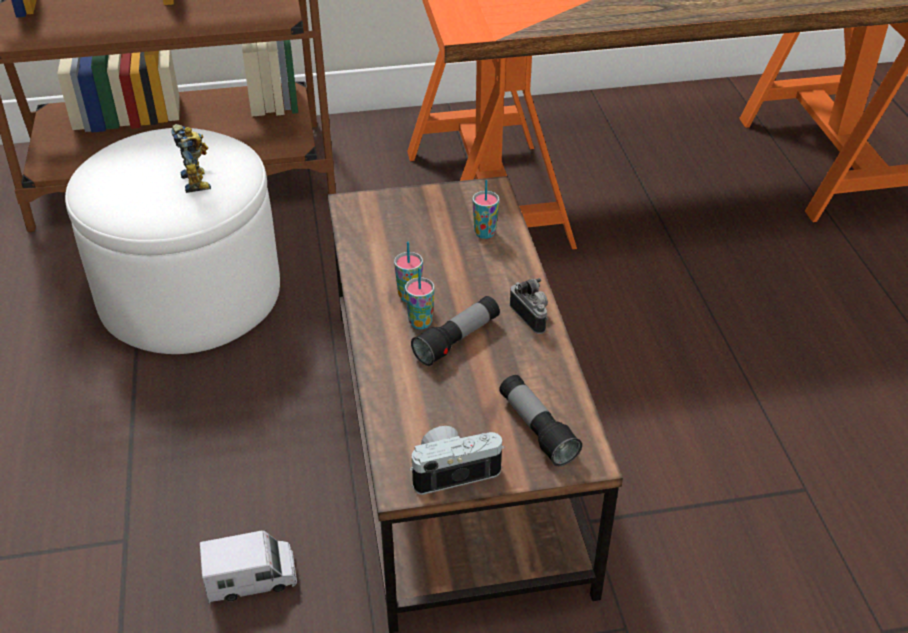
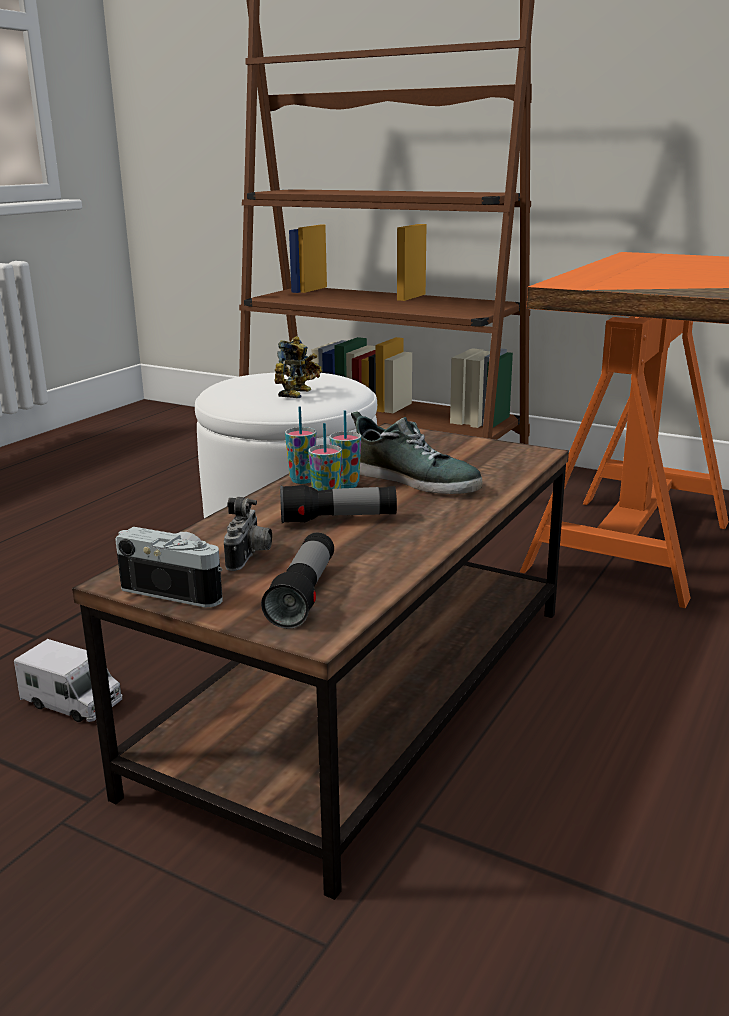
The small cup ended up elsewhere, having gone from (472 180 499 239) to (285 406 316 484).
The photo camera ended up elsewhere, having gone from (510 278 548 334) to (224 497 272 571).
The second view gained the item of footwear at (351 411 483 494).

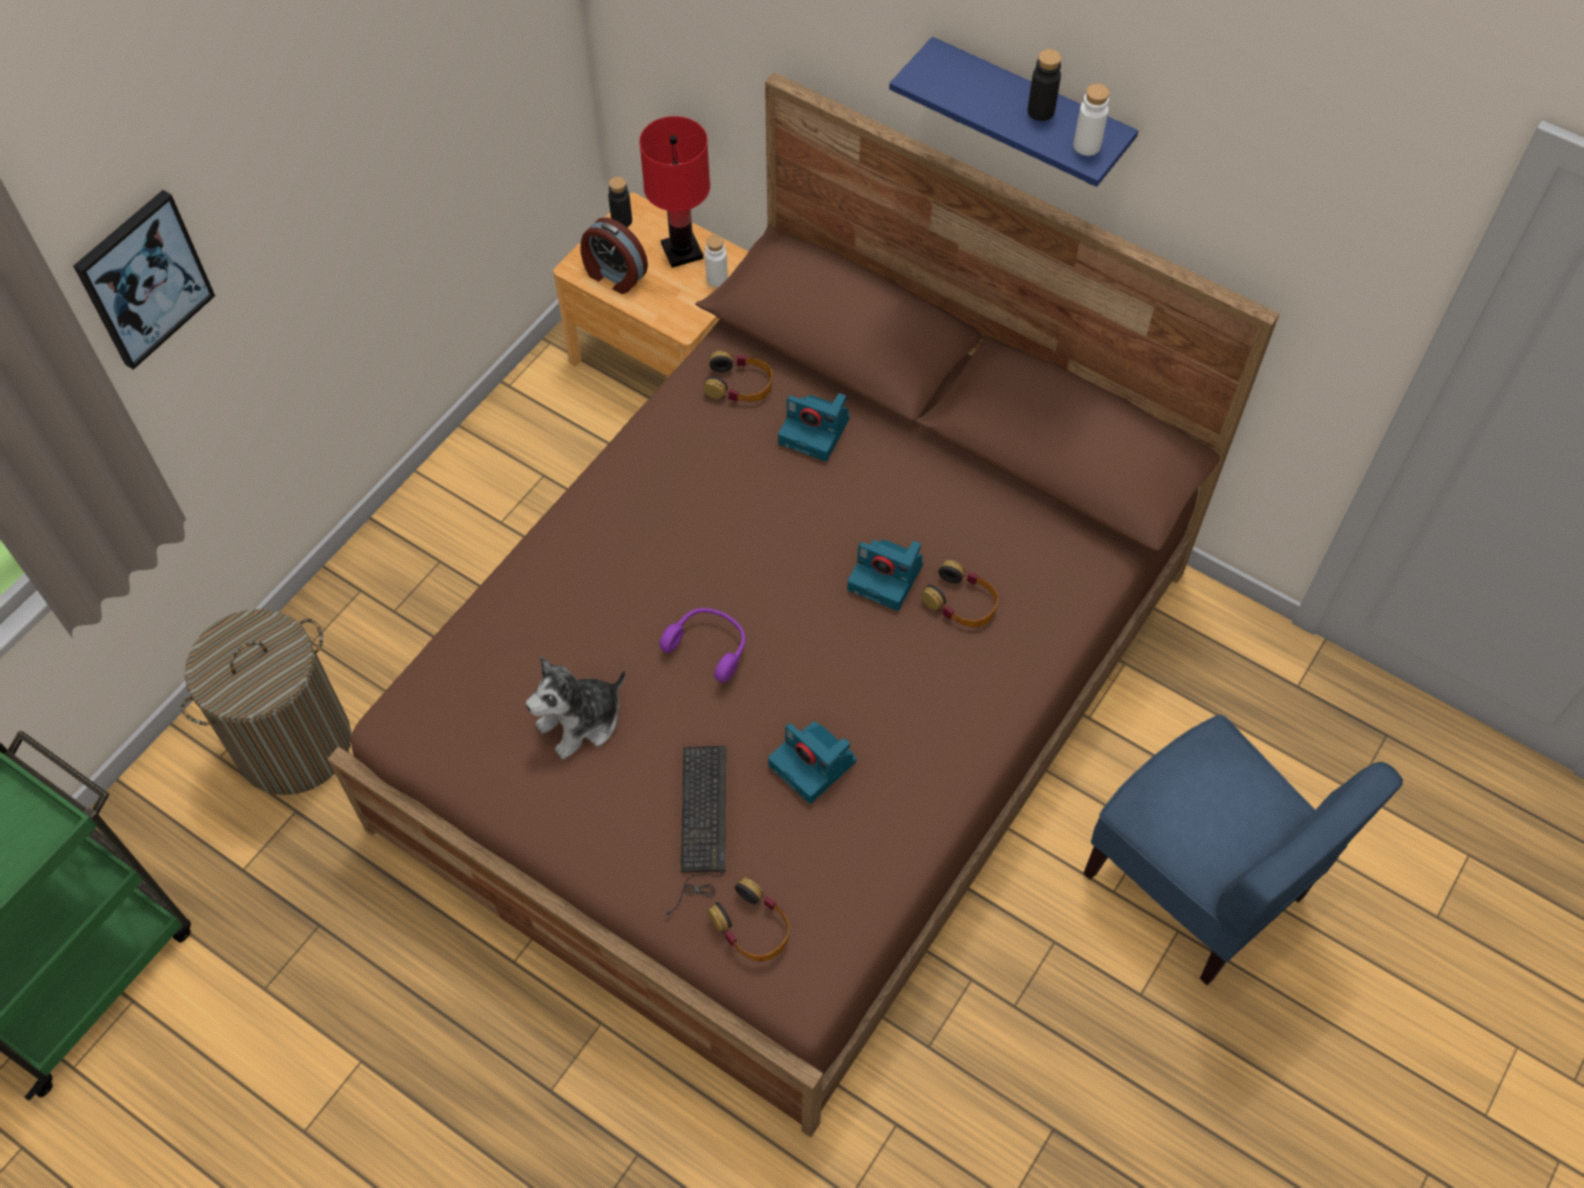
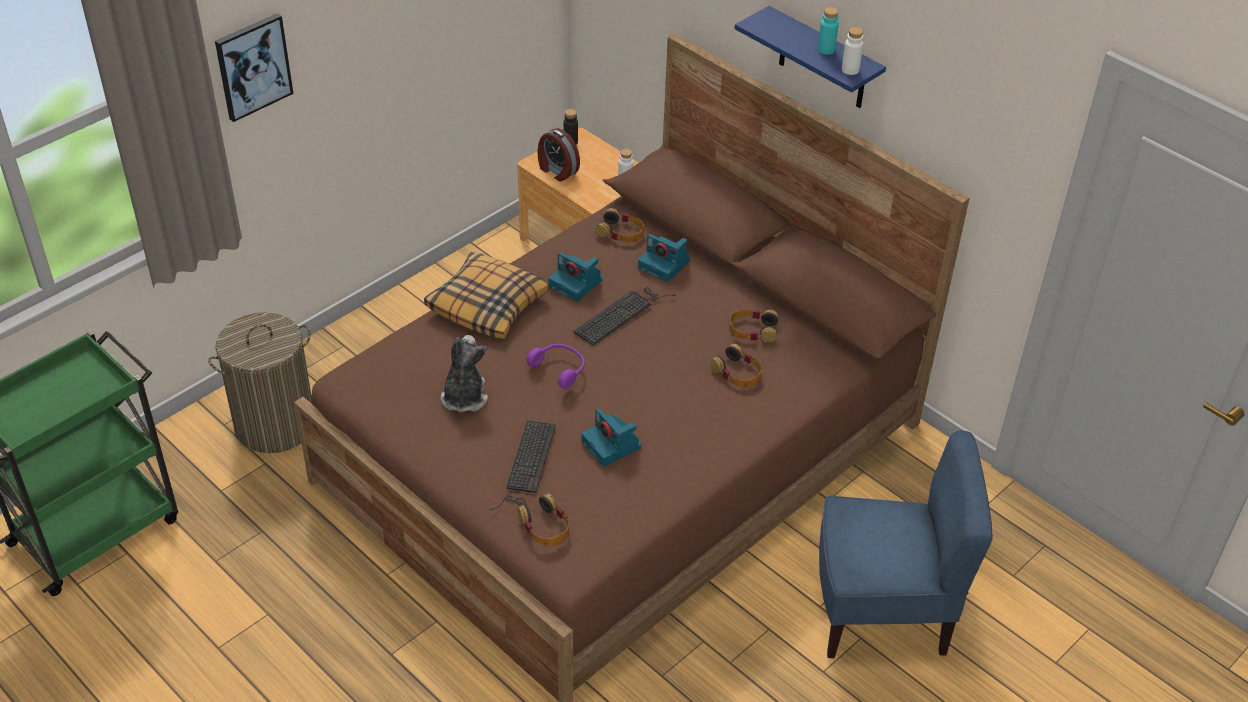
The soft toy at (526 656 626 759) ended up facing another way, 120 degrees clockwise from before.
The second view lost the red-coloured lamp for a table at (639 116 710 268).
The photo camera ended up elsewhere, having gone from (847 539 923 611) to (548 252 602 302).
What was the blackish bottle at (1027 49 1061 121) turned into the turquoise-coloured bottle at (818 7 839 55).
The blue chair at (1084 714 1403 985) ended up facing another way, 60 degrees counterclockwise from before.
The second view gained the cushion at (424 252 549 339).
The second view gained the keyboard at (573 287 676 346).
The second view gained the headset at (730 309 779 343).

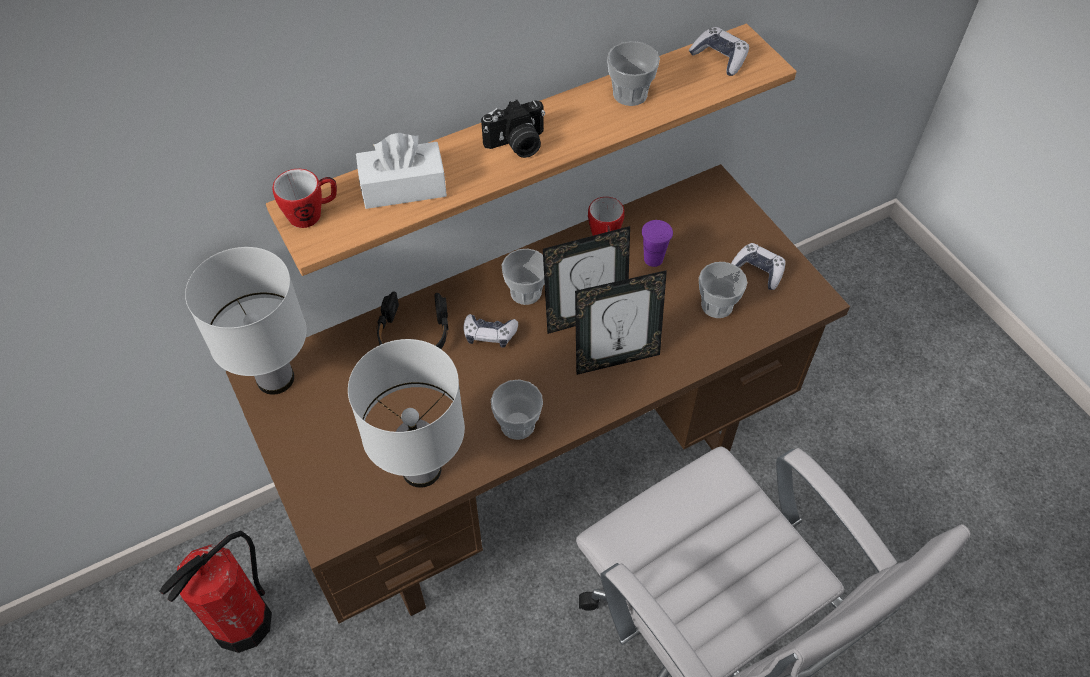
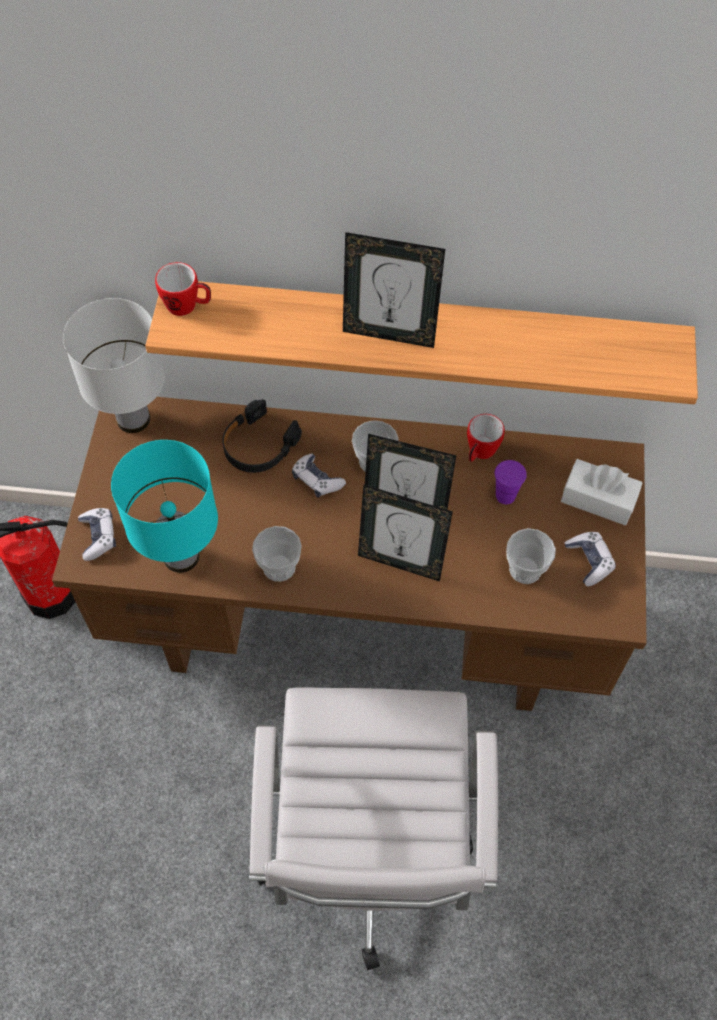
What was the white lamp for a table at (348 339 465 488) turned into the turquoise-coloured lamp for a table at (111 440 218 573).
The white tissue box ended up elsewhere, having gone from (356 133 447 209) to (561 459 643 525).
Where the photo camera stood at (481 100 545 158), the standing frame came to stand at (343 232 445 348).
The second view lost the small cup at (607 41 660 106).
The joypad ended up elsewhere, having gone from (689 27 749 76) to (78 508 116 561).

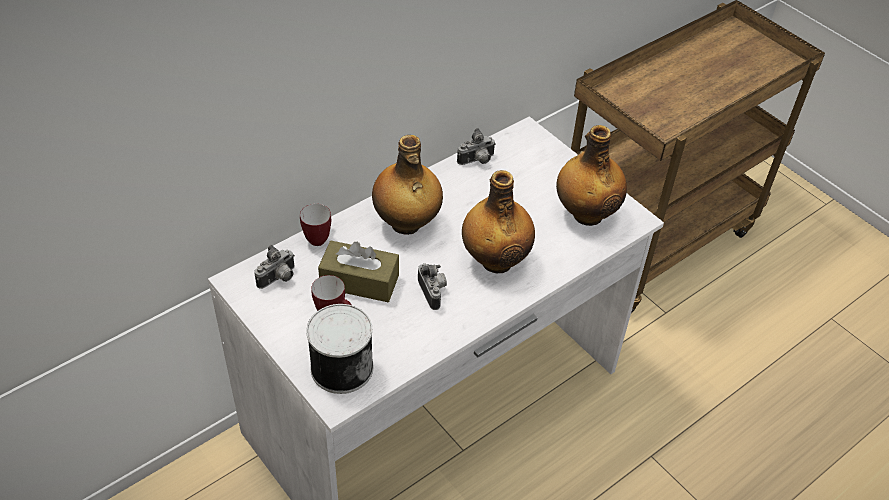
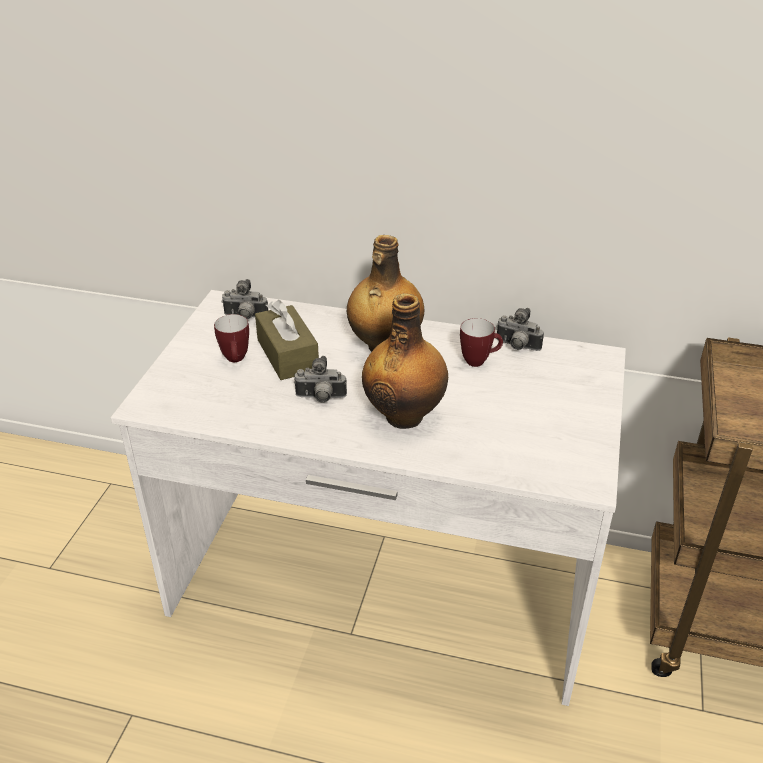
The mug ended up elsewhere, having gone from (300 204 331 246) to (460 318 503 367).
The second view lost the sealed can at (306 304 373 394).
The photo camera at (418 263 447 310) ended up facing another way, 60 degrees clockwise from before.
The second view lost the bottle at (556 125 627 226).

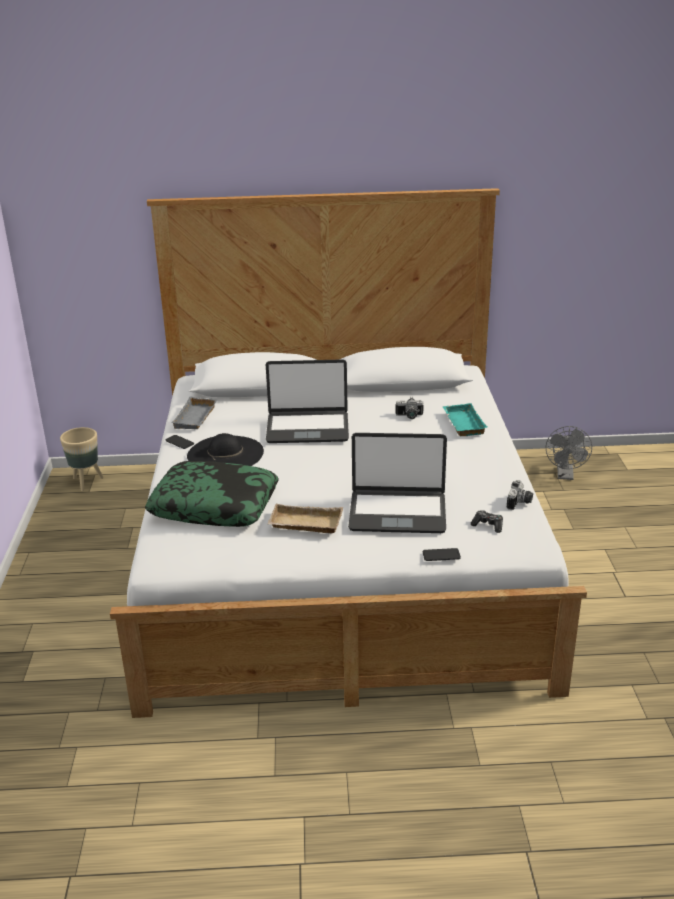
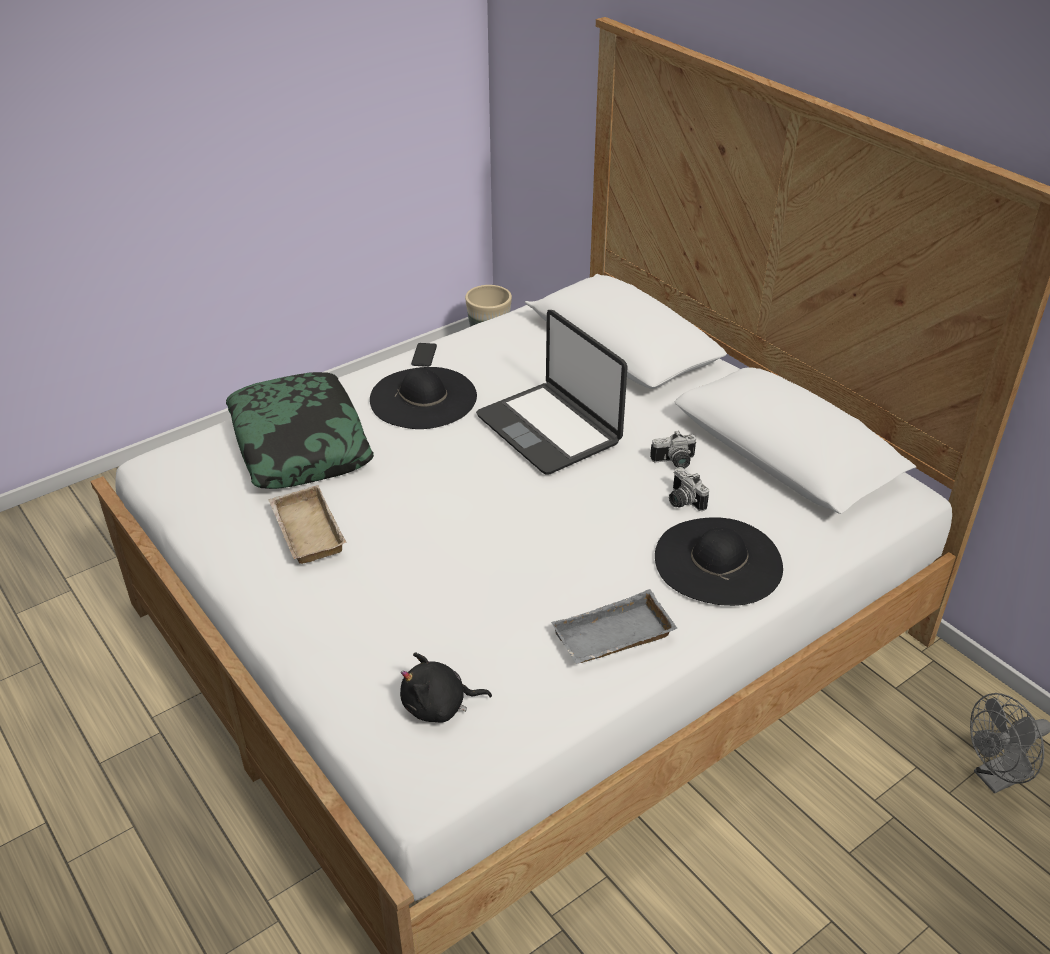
The greyish serving tray ended up elsewhere, having gone from (171 396 218 429) to (551 589 677 664).
The second view lost the portable computer at (348 433 447 533).
The second view lost the telephone at (423 548 461 561).
Where the turquoise-coloured serving tray stood at (443 403 487 436), the blackish clothing hat came to stand at (655 517 783 606).
Where the joypad stood at (471 510 503 533), the blackish soft toy came to stand at (400 652 492 723).
The photo camera ended up elsewhere, having gone from (507 480 533 510) to (650 430 696 469).

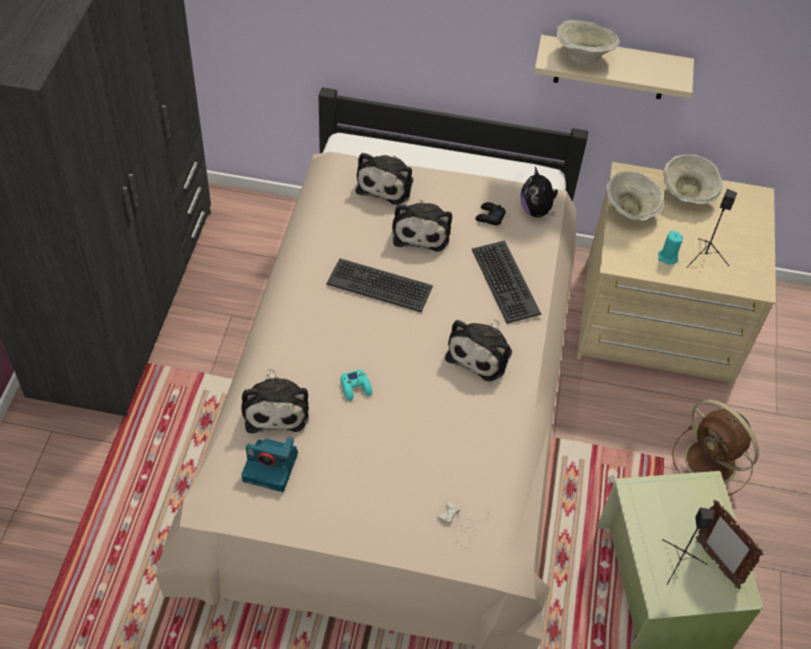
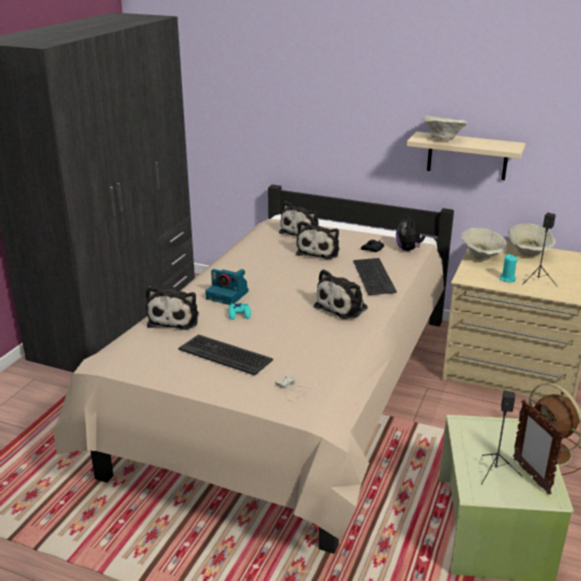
The photo camera ended up elsewhere, having gone from (241 437 298 492) to (206 269 249 305).
The keyboard ended up elsewhere, having gone from (326 258 433 312) to (178 334 273 375).

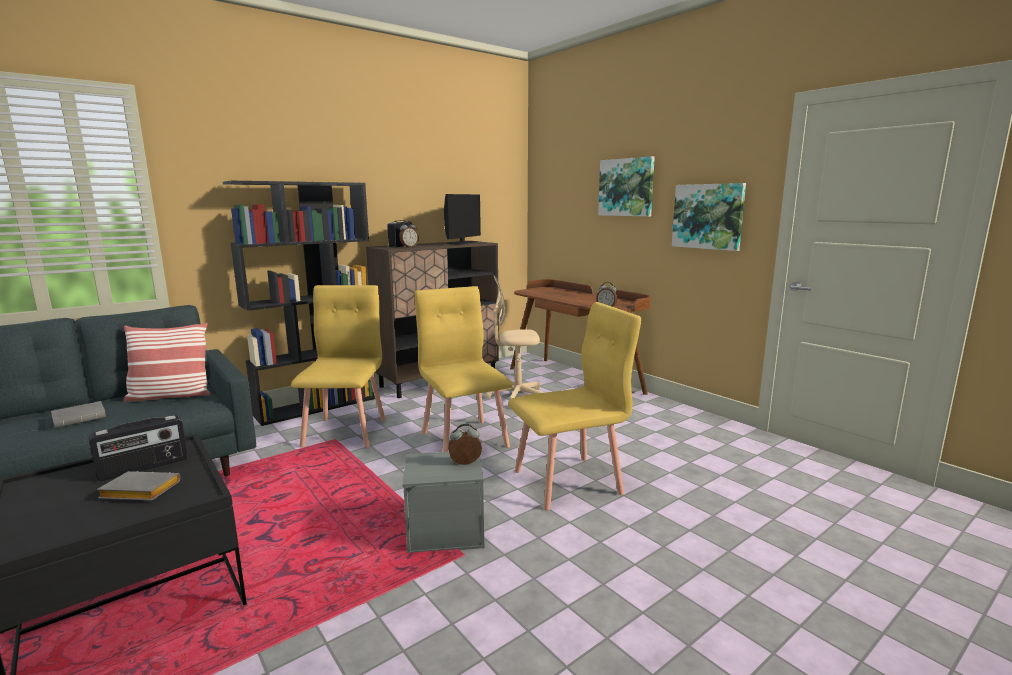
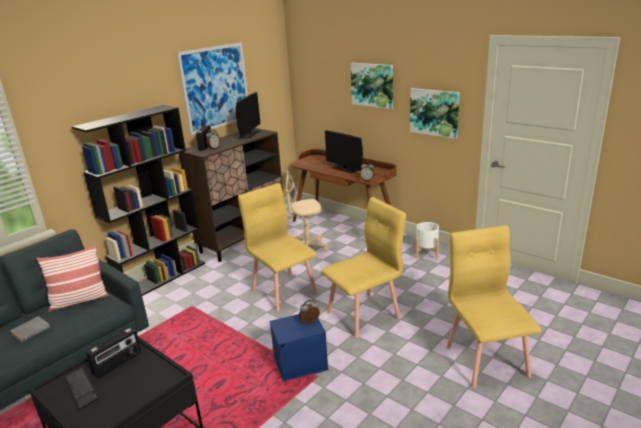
The second view lost the greyish bound book at (97 471 180 501).
The yellow chair ended up elsewhere, having gone from (291 285 386 448) to (446 225 541 388).
What was the greyish storage bin at (402 452 485 553) turned into the blue storage bin at (269 314 328 382).
The second view gained the keyboard at (63 367 99 411).
The second view gained the wall art at (177 42 248 135).
The second view gained the monitor at (325 130 363 174).
The second view gained the white plant pot at (416 222 439 260).

